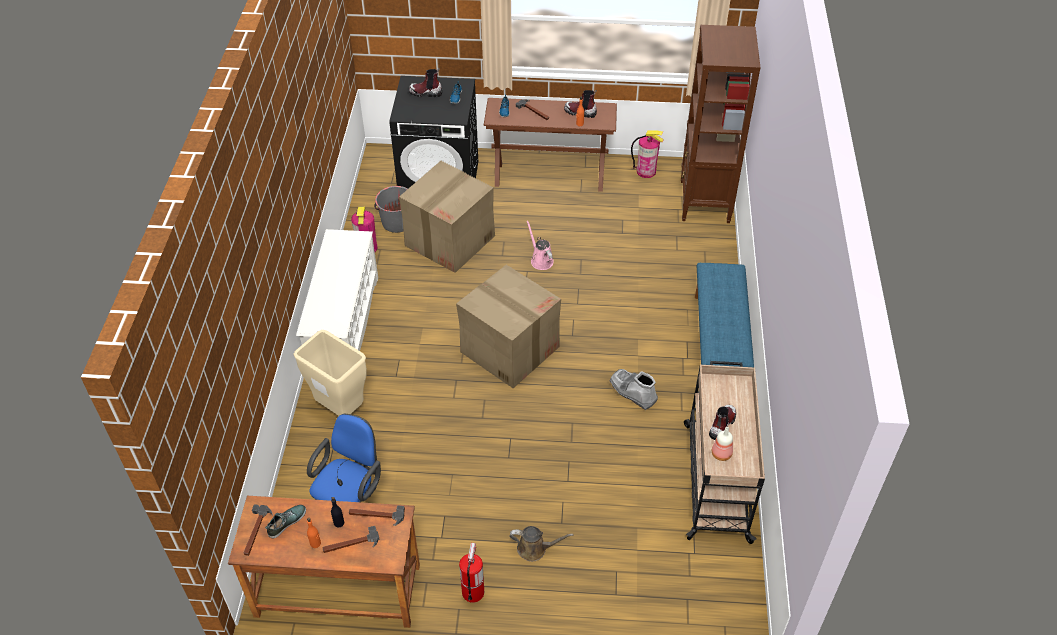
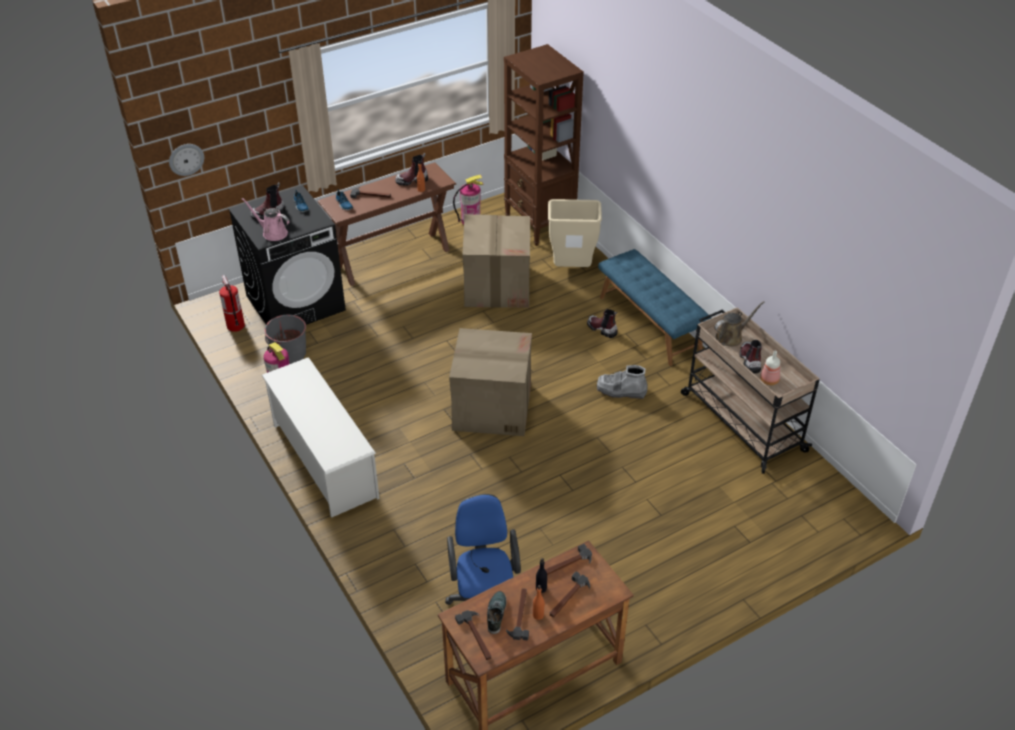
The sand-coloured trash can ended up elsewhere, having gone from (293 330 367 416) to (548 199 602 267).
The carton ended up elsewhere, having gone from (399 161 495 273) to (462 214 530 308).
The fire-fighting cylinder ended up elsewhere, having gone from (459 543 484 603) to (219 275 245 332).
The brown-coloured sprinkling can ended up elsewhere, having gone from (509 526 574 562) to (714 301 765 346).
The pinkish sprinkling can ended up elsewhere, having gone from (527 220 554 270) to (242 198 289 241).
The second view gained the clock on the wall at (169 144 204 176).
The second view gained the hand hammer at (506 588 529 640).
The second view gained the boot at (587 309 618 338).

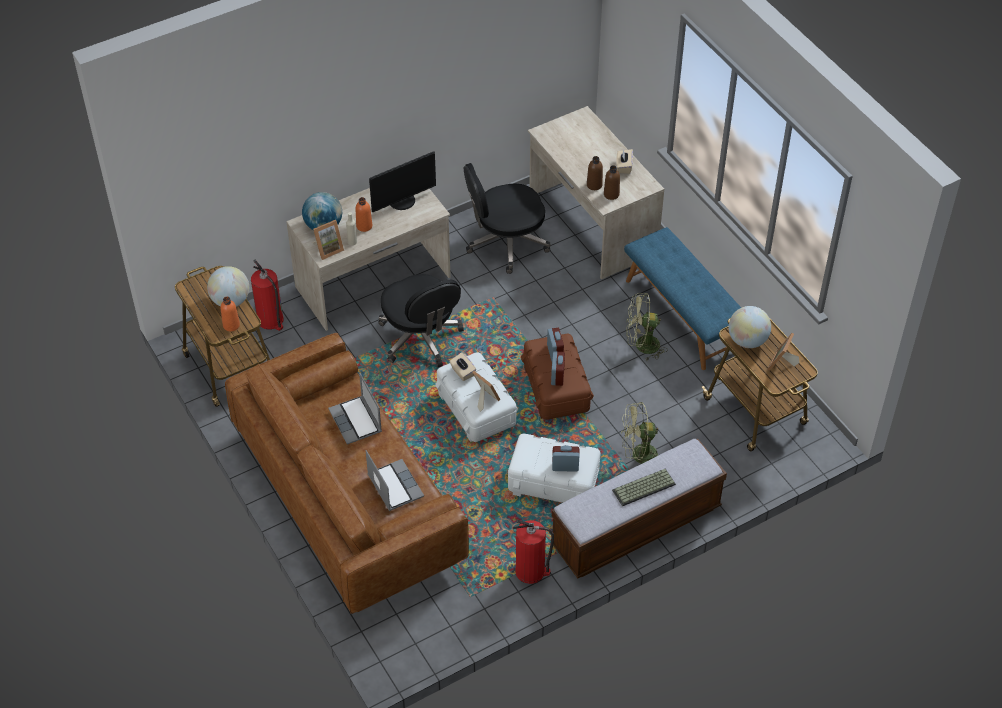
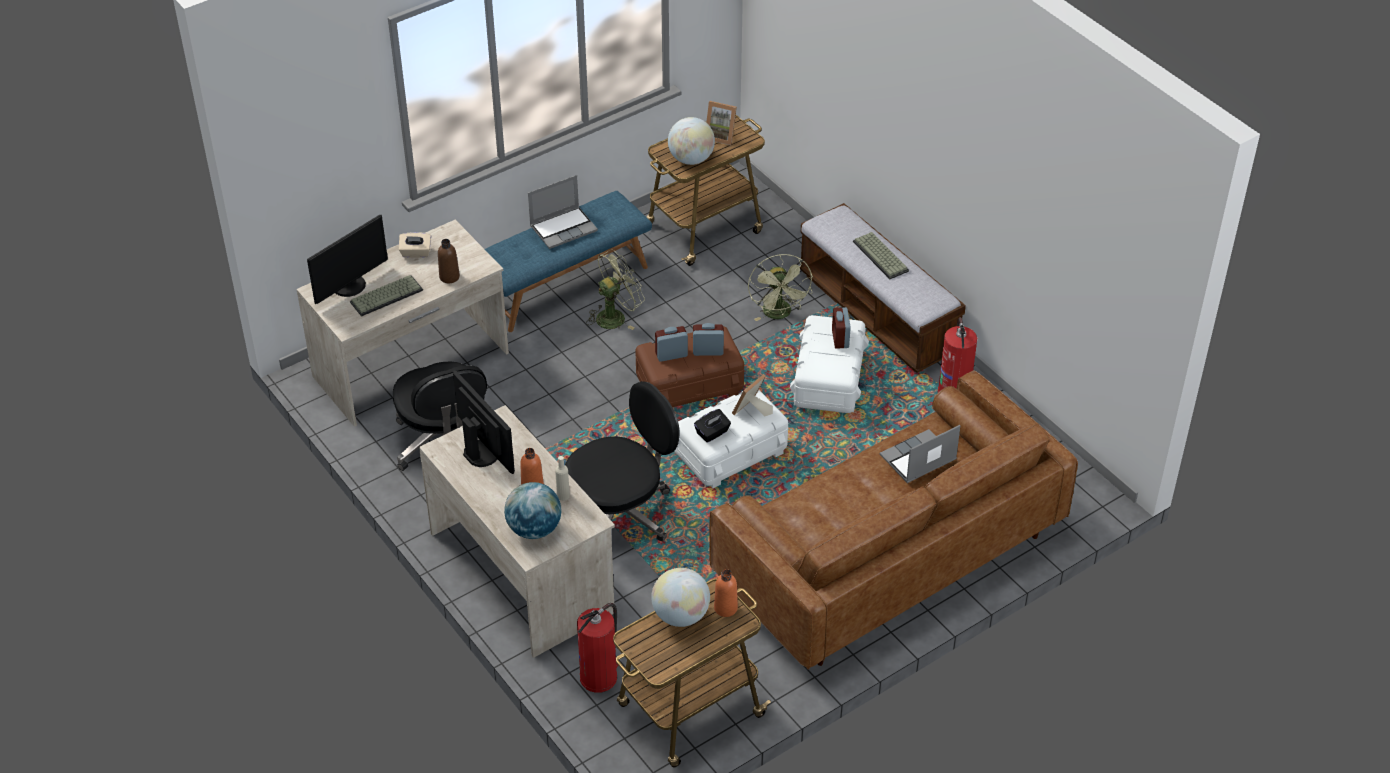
The second view lost the standing frame at (312 220 344 260).
The portable computer ended up elsewhere, having gone from (328 373 382 445) to (528 175 598 249).
What was the sand-coloured tissue box at (449 352 476 381) turned into the blackish tissue box at (694 409 731 443).
The second view lost the brown-coloured bottle at (604 165 620 200).
The green-coloured cooling fan at (626 293 668 361) ended up facing another way, 120 degrees counterclockwise from before.
The second view gained the monitor at (307 214 388 304).
The second view gained the keyboard at (350 275 423 317).

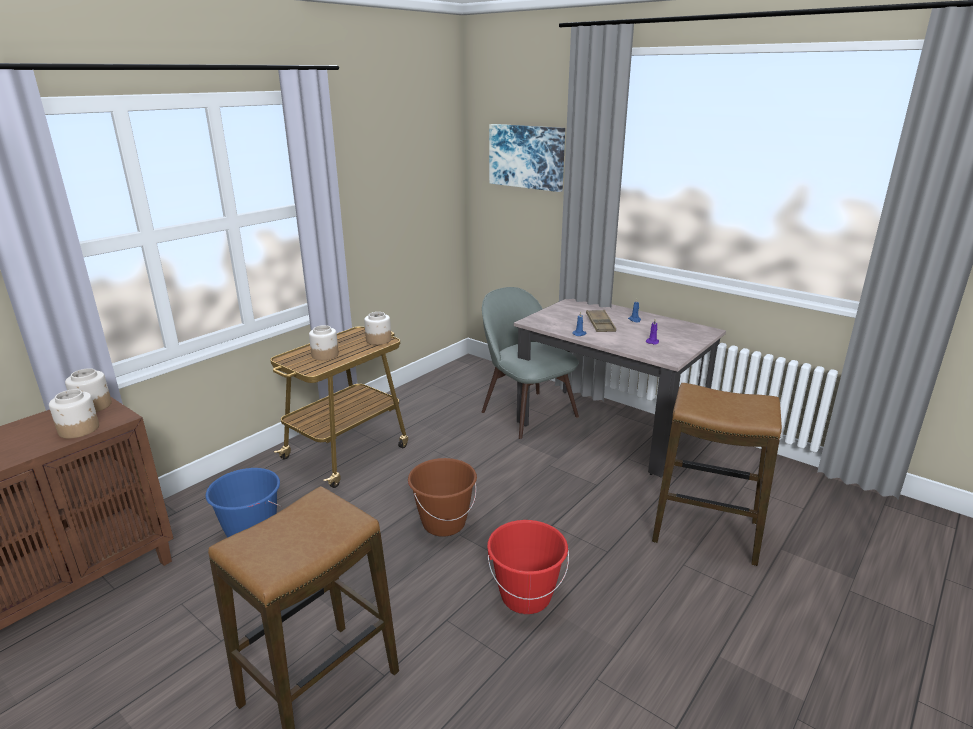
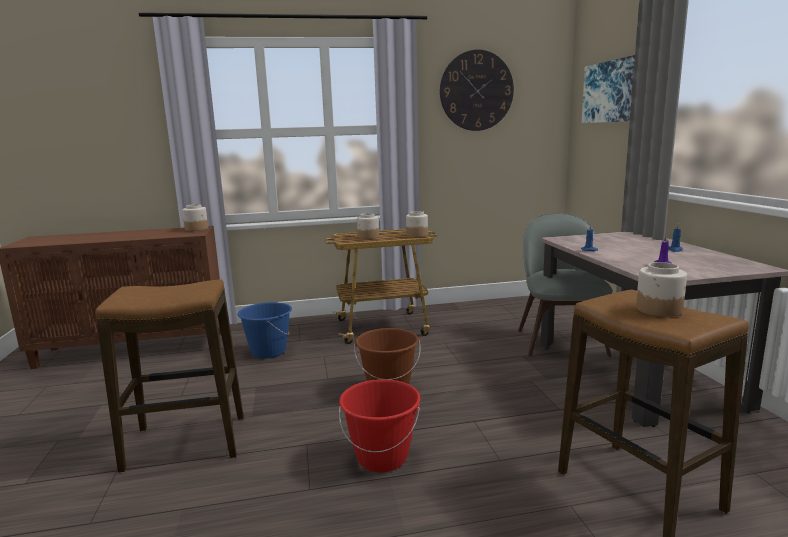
The jar ended up elsewhere, having gone from (49 389 99 439) to (636 262 687 317).
The second view lost the brown-coloured serving tray at (586 310 616 332).
The second view gained the clock on the wall at (440 50 514 131).

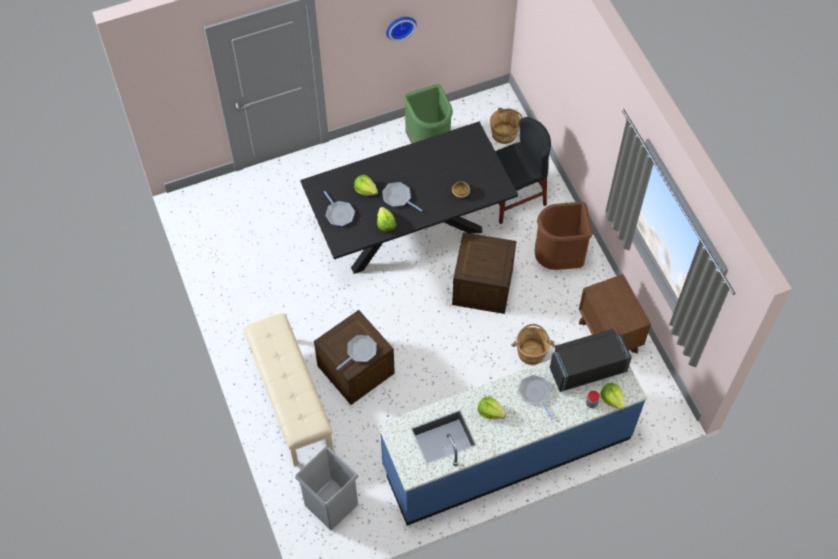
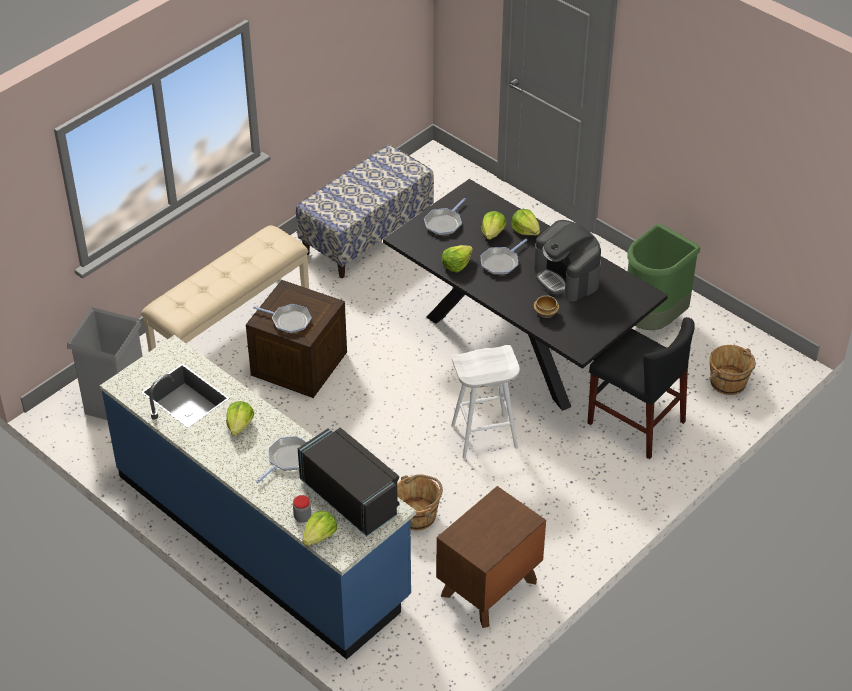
The skillet at (382 182 422 211) ended up facing another way, 150 degrees counterclockwise from before.
The second view lost the clock on the wall at (386 17 416 41).
Where the crate stood at (452 232 516 314), the white stool came to stand at (451 344 520 459).
The second view lost the brown-coloured trash can at (534 202 593 270).
The second view gained the indoor bench at (296 145 434 278).
The second view gained the lettuce at (511 209 540 235).
The second view gained the coffee machine at (534 220 601 301).

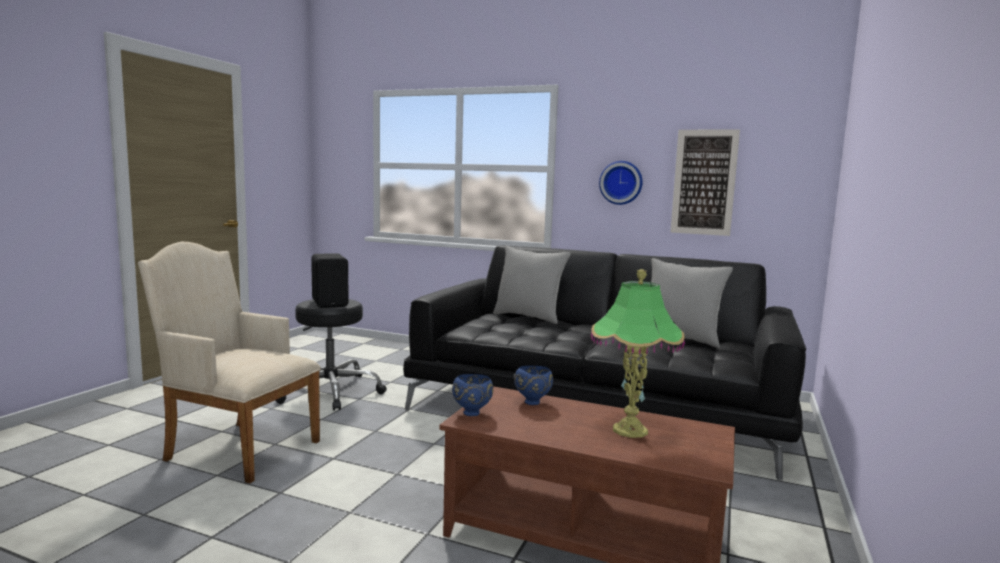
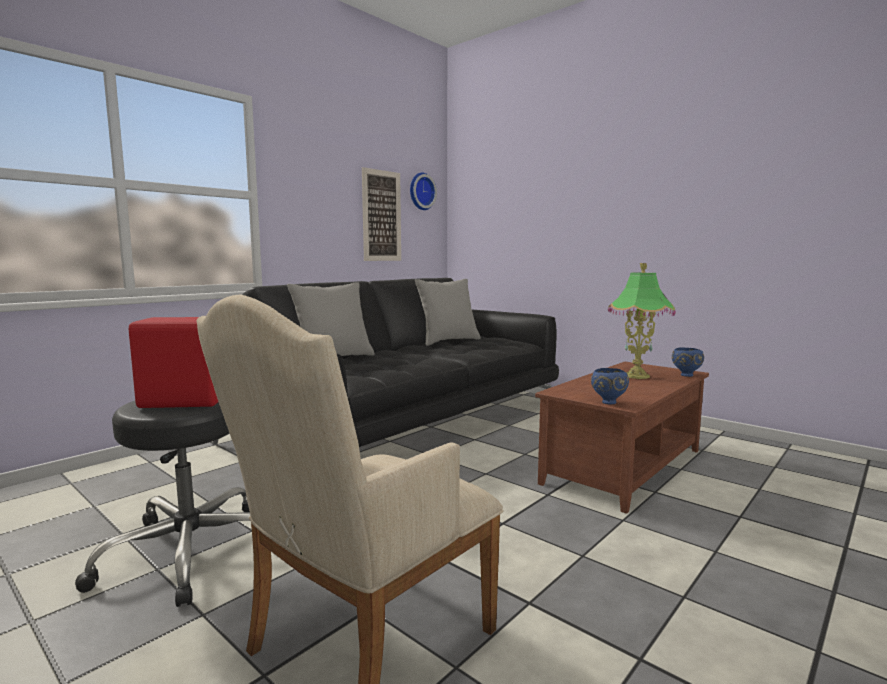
What was the blackish speaker at (311 253 349 308) turned into the red-coloured speaker at (129 317 218 408).
The blue deep dish ended up elsewhere, having gone from (514 366 553 405) to (672 348 704 377).
The clock on the wall ended up elsewhere, having gone from (599 161 643 205) to (410 173 437 210).

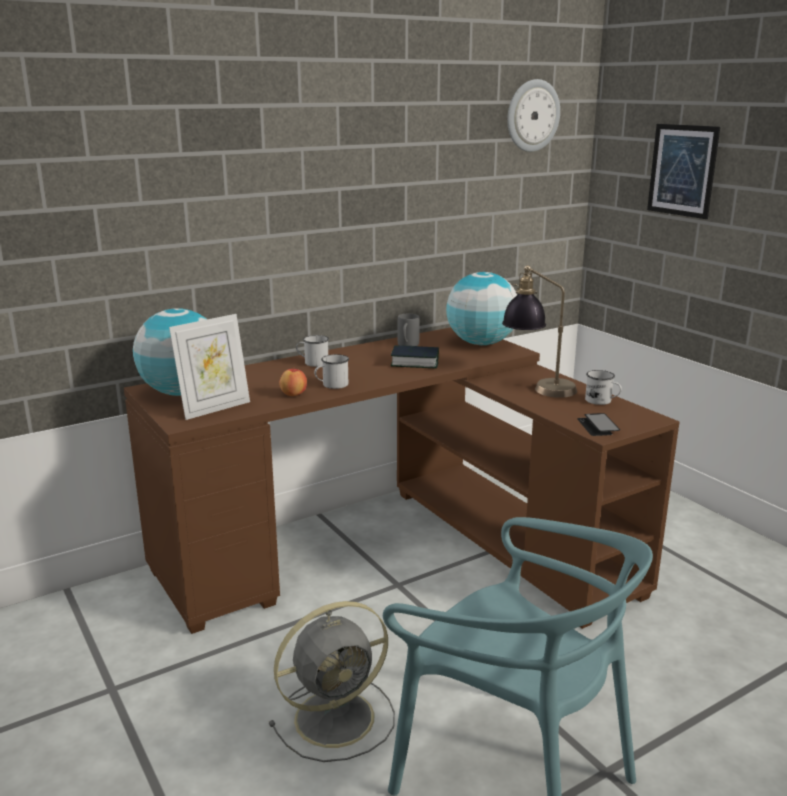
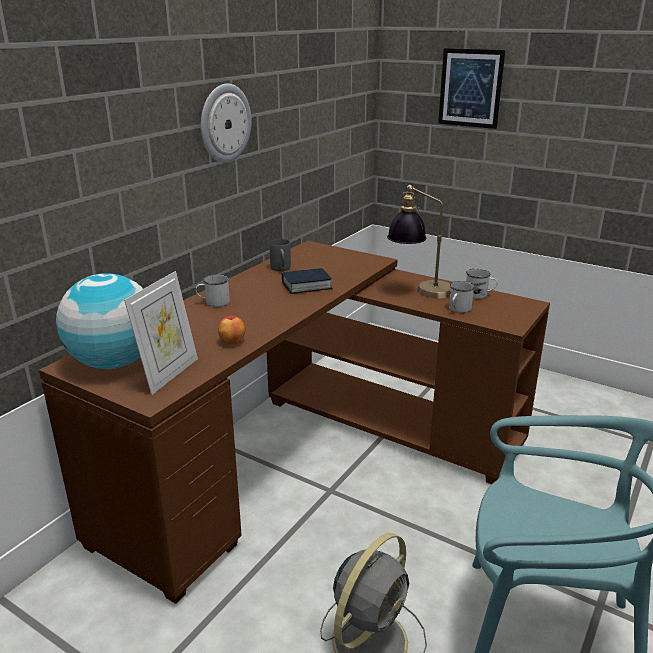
The white mug ended up elsewhere, having gone from (314 354 349 389) to (449 281 475 313).
The second view lost the globe at (446 272 517 345).
The clock on the wall ended up elsewhere, having gone from (507 79 560 152) to (201 84 252 163).
The second view lost the telephone at (577 413 620 436).

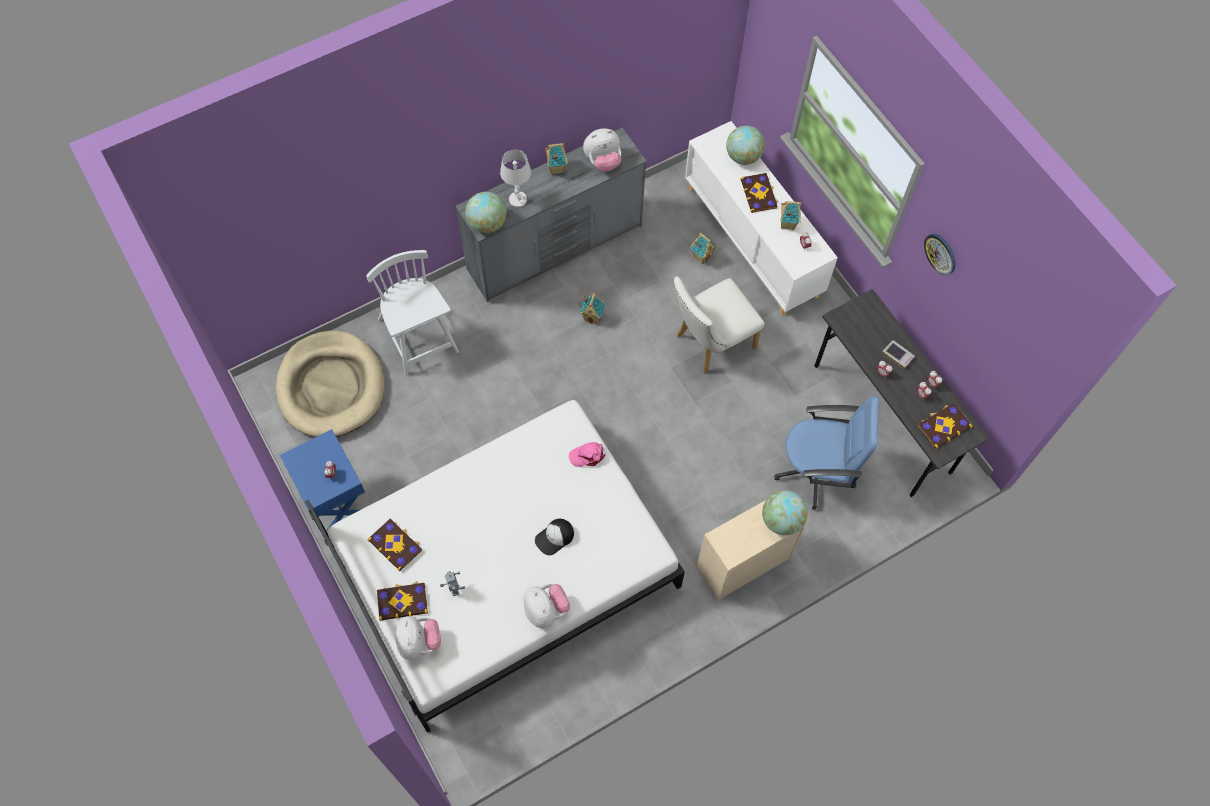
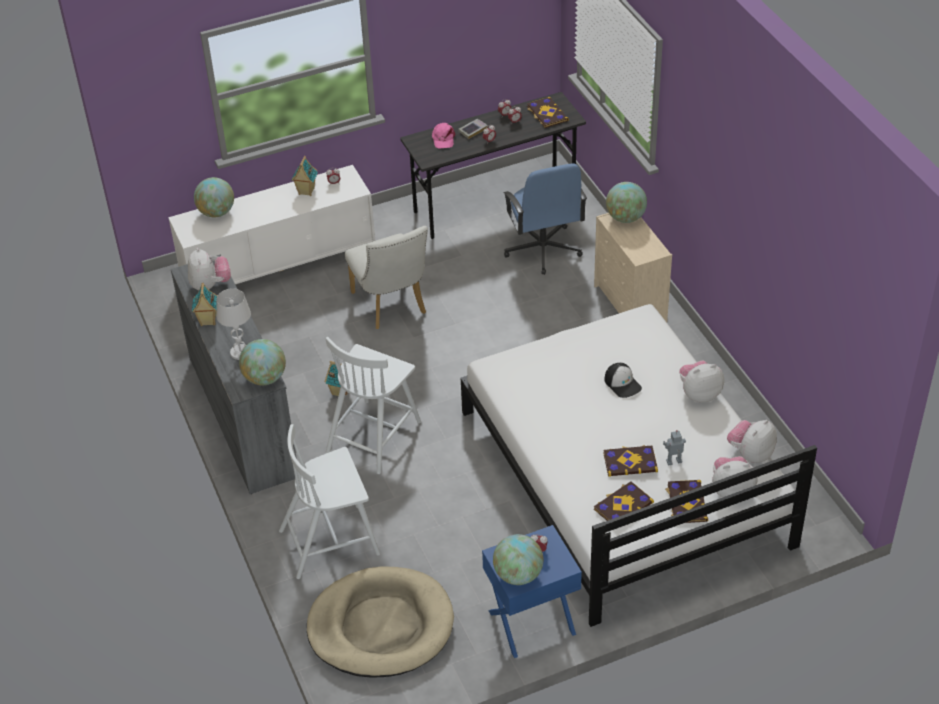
The pinkish cap ended up elsewhere, having gone from (569 442 606 467) to (432 123 455 149).
The second view lost the toy house at (691 233 717 264).
The bound book ended up elsewhere, having gone from (740 173 778 213) to (603 445 658 477).
The blue computer chair at (774 396 879 510) ended up facing another way, 150 degrees clockwise from before.
The second view lost the clock on the wall at (924 234 956 275).
The second view gained the white chair at (326 337 421 474).
The second view gained the globe at (493 534 543 585).
The second view gained the soft toy at (727 420 777 463).

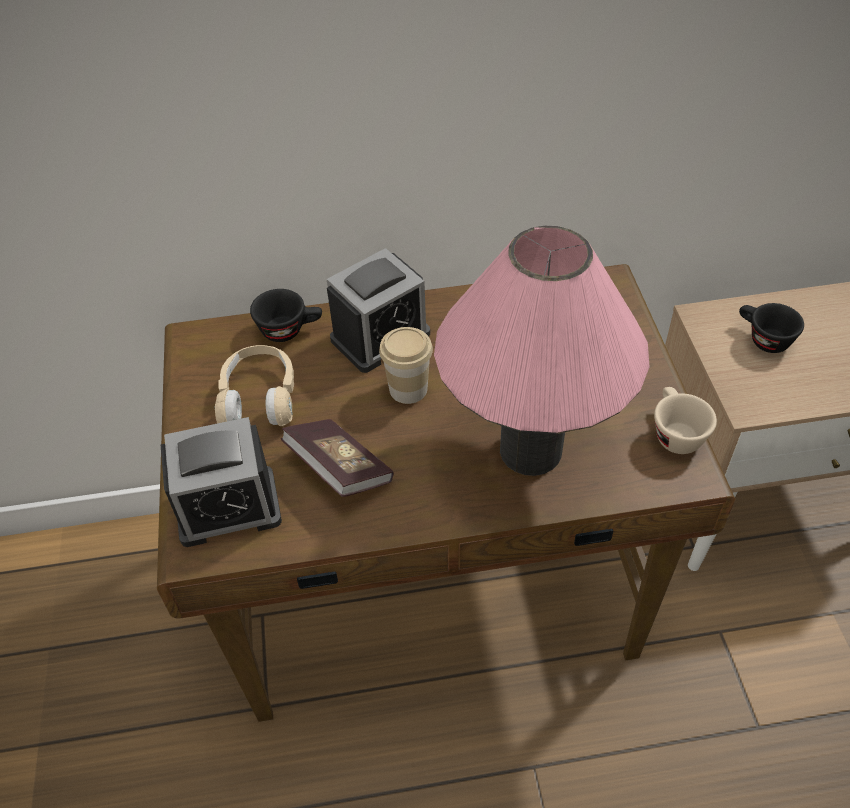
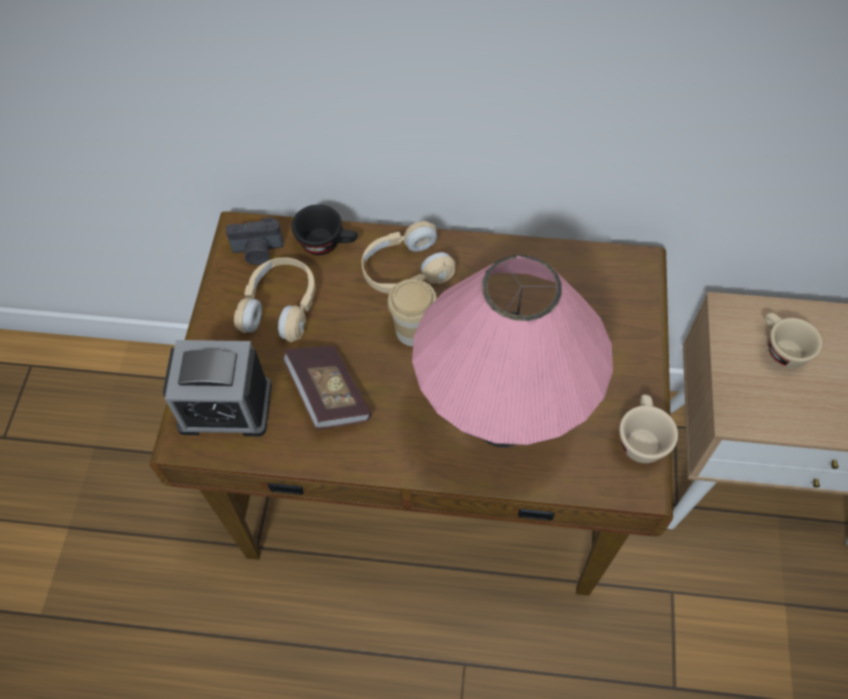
Where the alarm clock stood at (327 248 430 373), the sand-coloured headset came to stand at (361 221 455 294).
What was the blackish small cup at (739 303 804 353) turned into the sand-coloured small cup at (765 313 822 368).
The second view gained the photo camera at (226 218 284 265).

